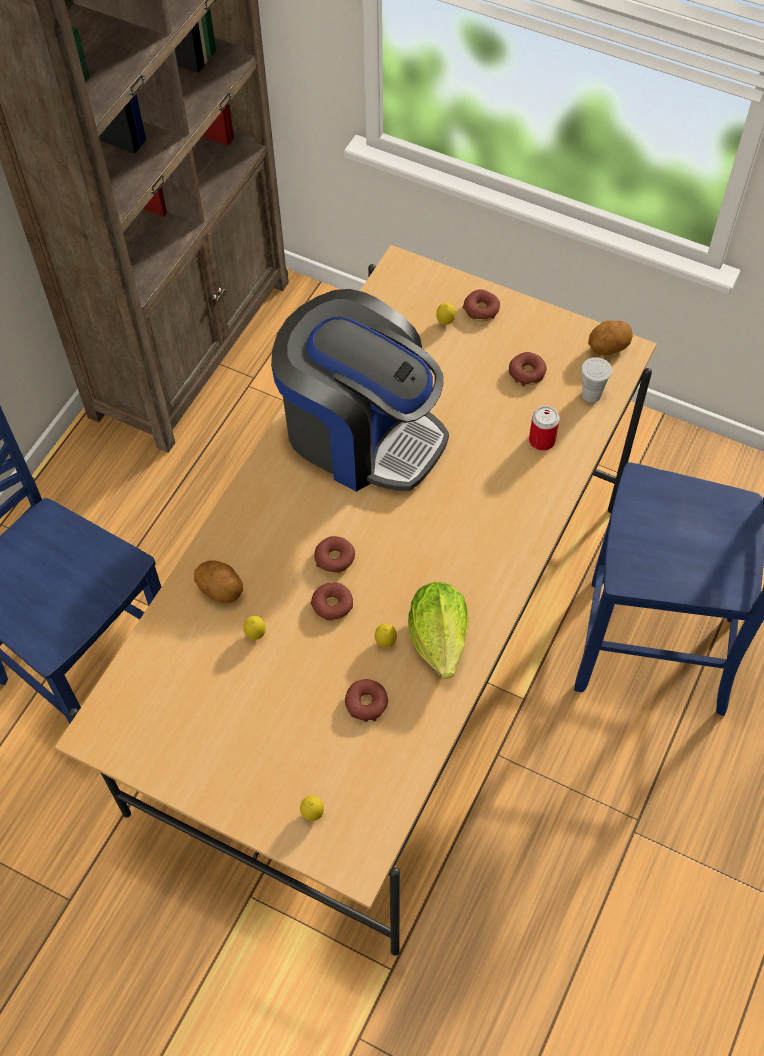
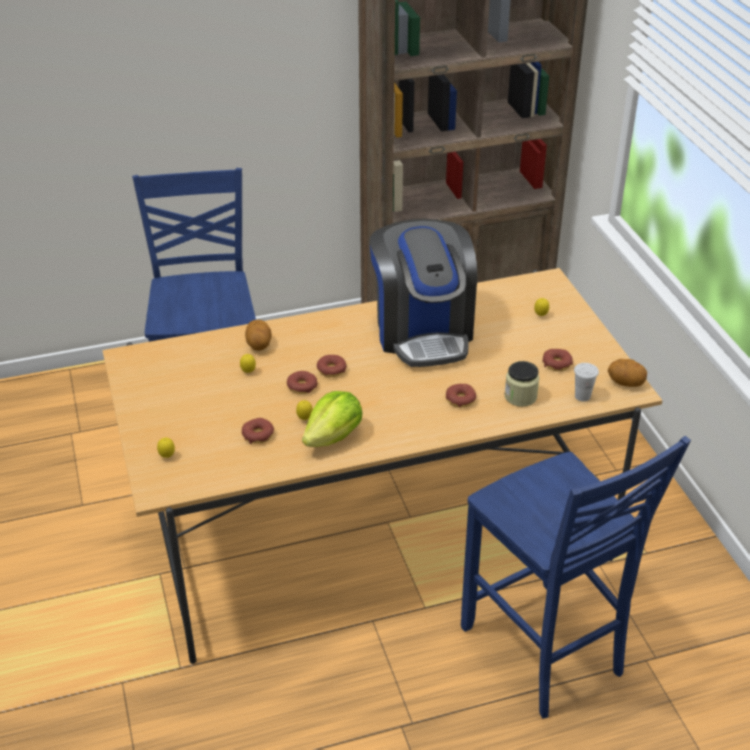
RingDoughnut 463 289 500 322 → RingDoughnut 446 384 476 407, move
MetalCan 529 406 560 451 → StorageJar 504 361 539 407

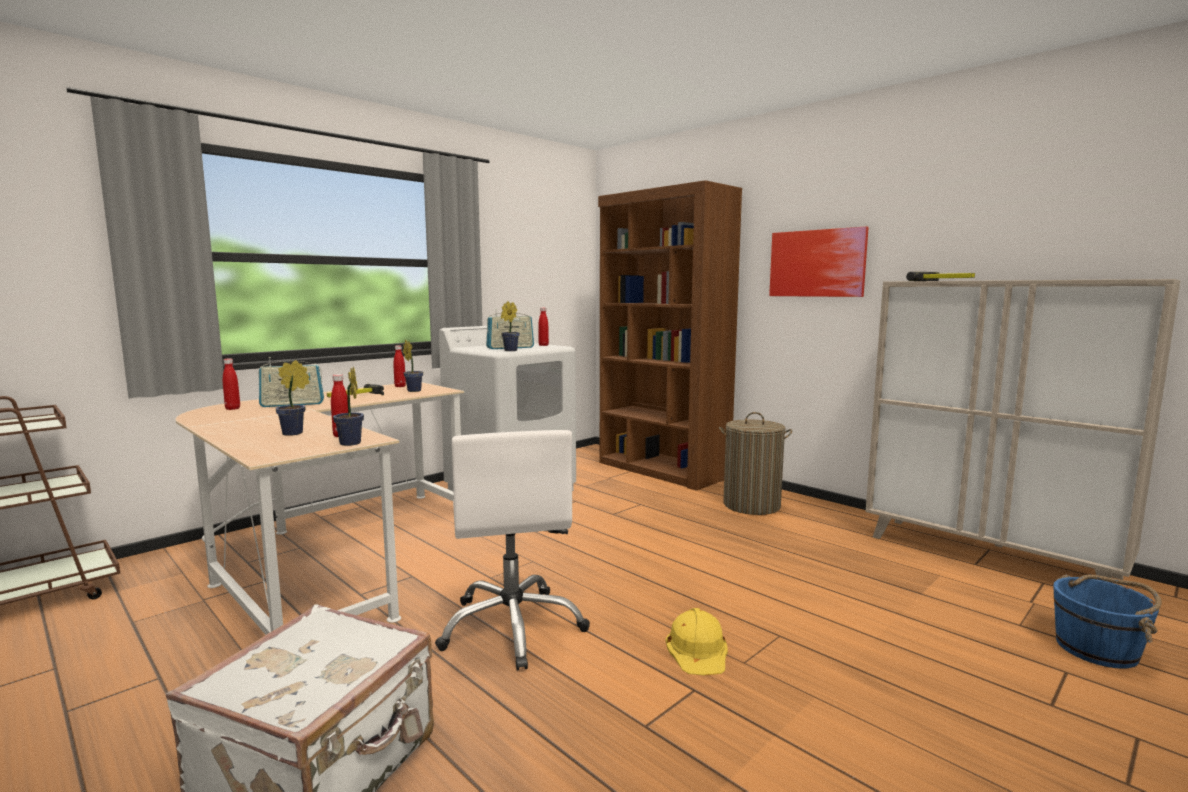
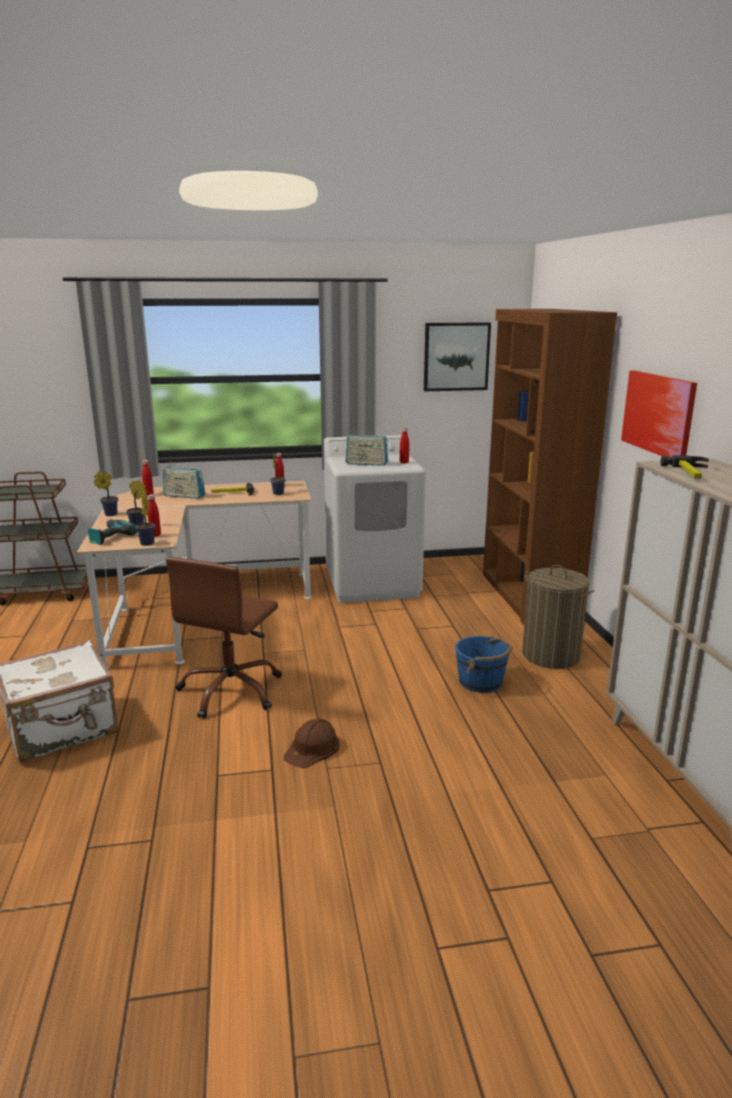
WhiteComputerChair 435 430 590 671 → BrownComputerChair 166 557 282 719
PottedPlant 501 301 520 351 → PottedPlant 94 471 118 516, move
YellowishHardHat 666 608 728 675 → BrownHardHat 284 718 340 768
BlueColouredBucket 1053 574 1162 669 → BlueColouredBucket 455 636 513 693, move
- → PowerDrill 88 519 138 545
- → Picture 424 322 491 391

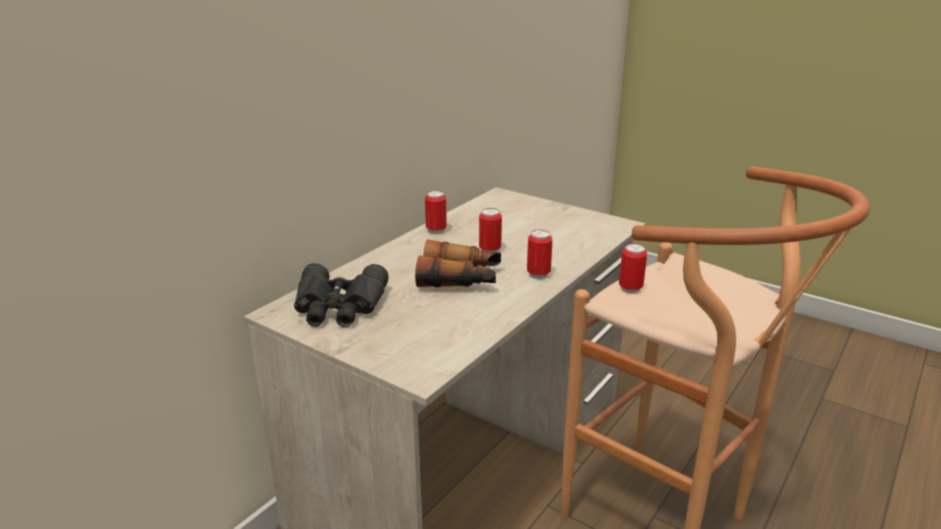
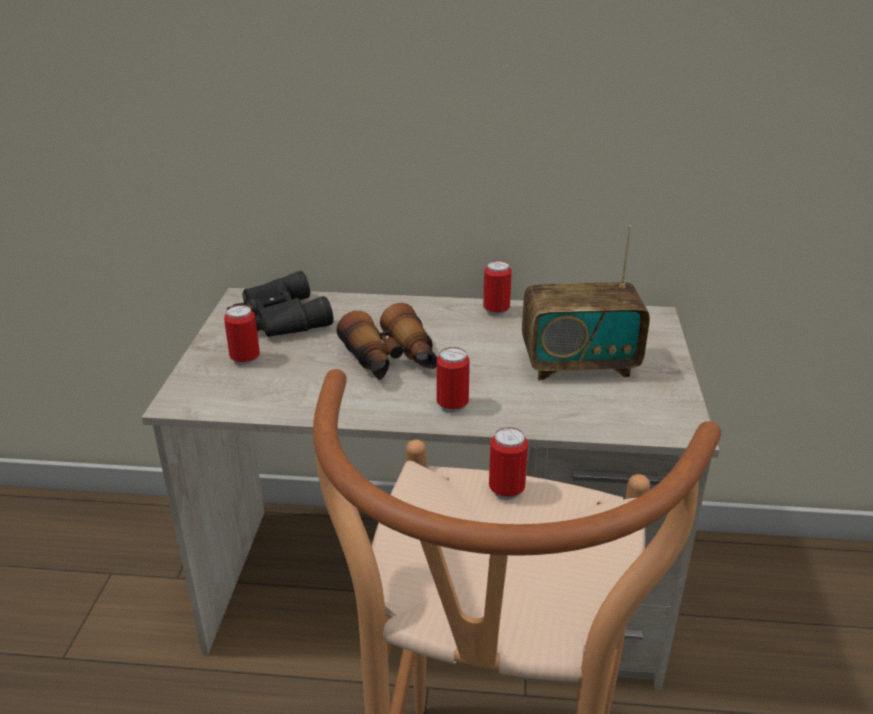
MetalCan 479 208 502 253 → MetalCan 224 305 260 366, move
- → RadioReceiver 522 225 650 380

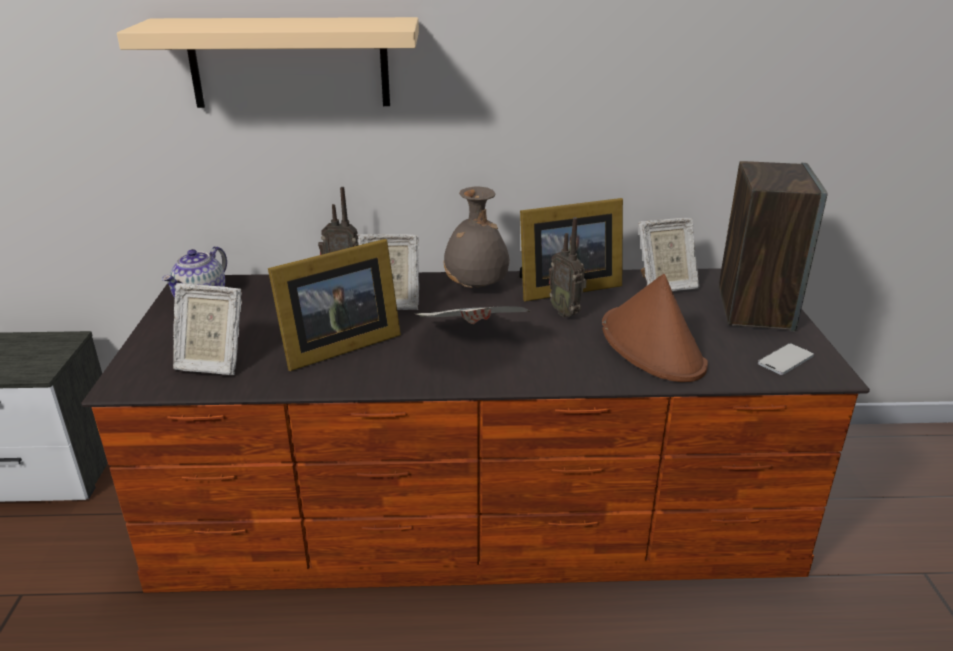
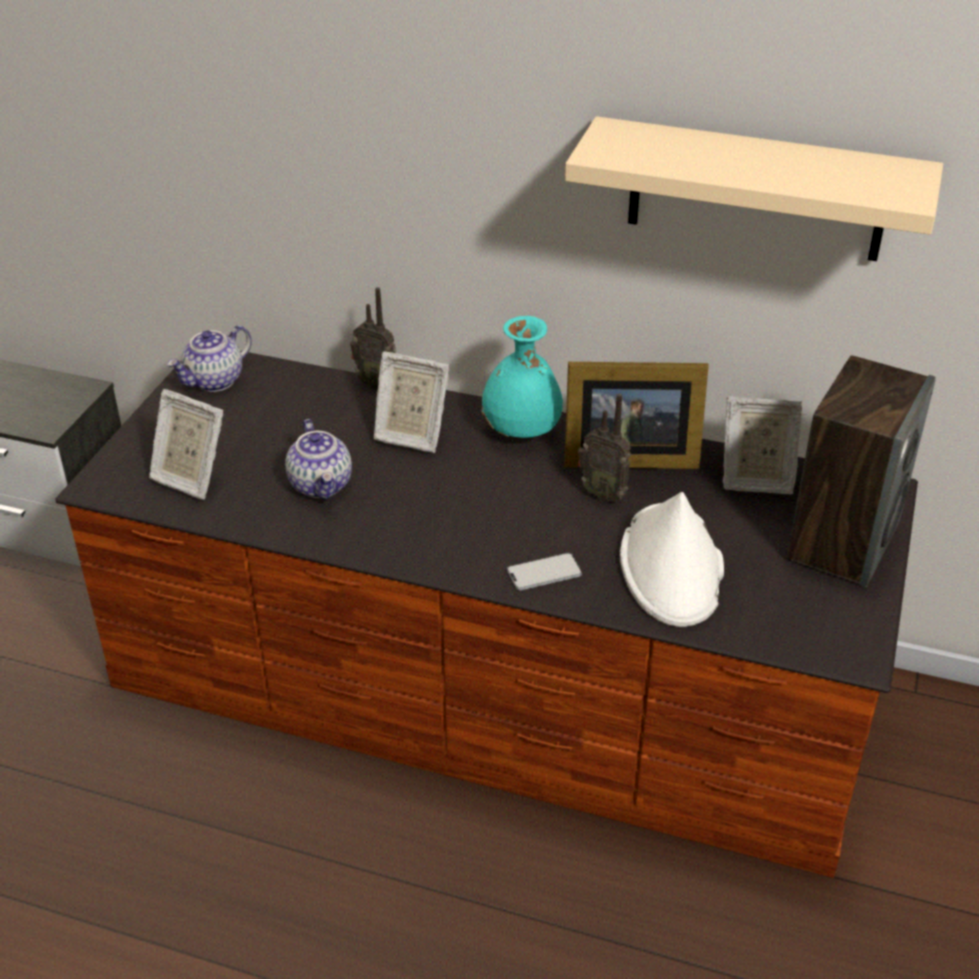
BeigeColouredWallShelf 117 17 419 108 → BeigeColouredWallShelf 565 116 943 261, move
StandingFrame 268 239 401 371 → PotForTea 285 419 352 500
PrintedPaper 417 306 530 324 → -
GreyishFlowerVase 443 187 509 288 → TurquoiseFlowerVase 481 316 563 438
RadioReceiver 549 217 587 317 → RadioReceiver 578 394 631 503, 45 degrees counterclockwise
BrownClothingHat 602 274 708 382 → WhiteClothingHat 620 492 724 627
Phone 758 343 814 375 → Phone 507 553 582 591, move

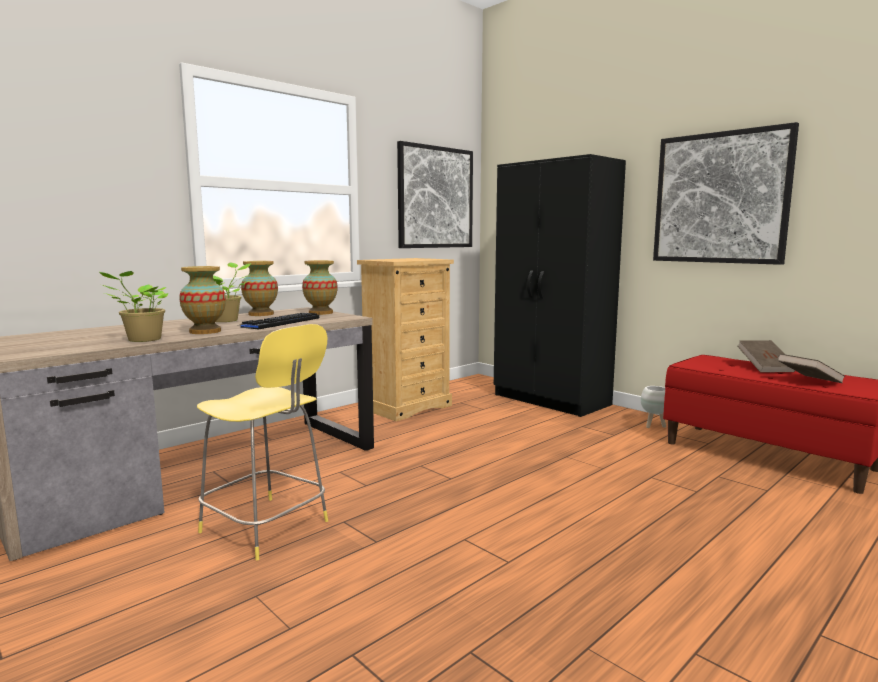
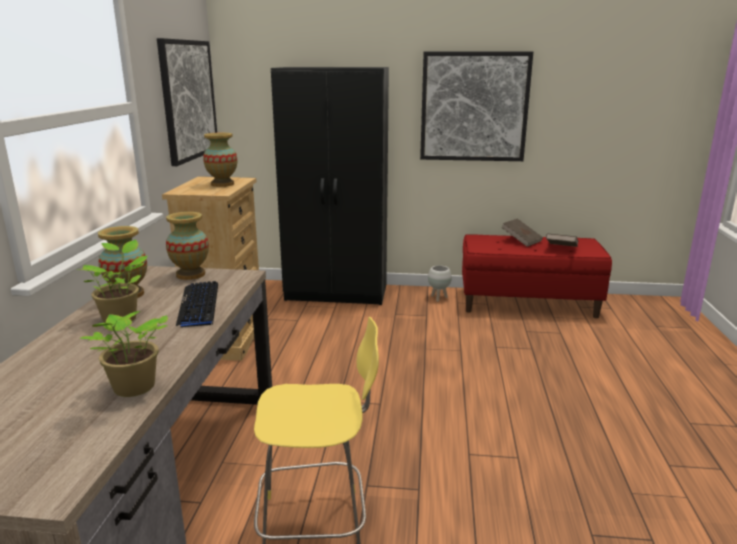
FlowerVase 179 266 226 334 → FlowerVase 203 133 237 187, move

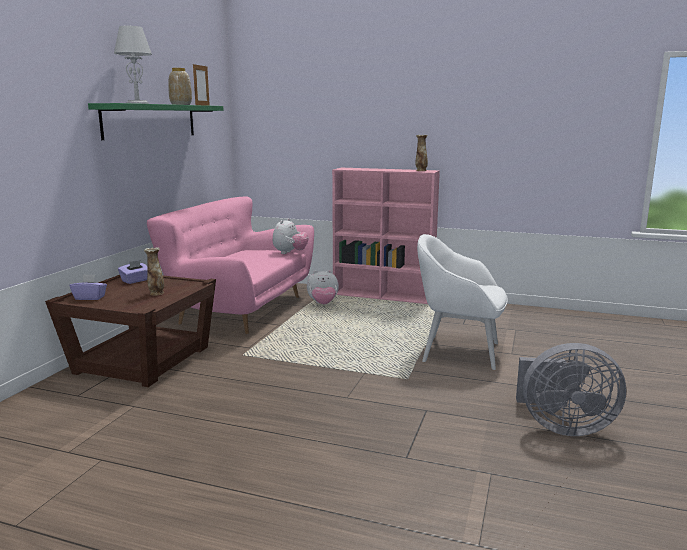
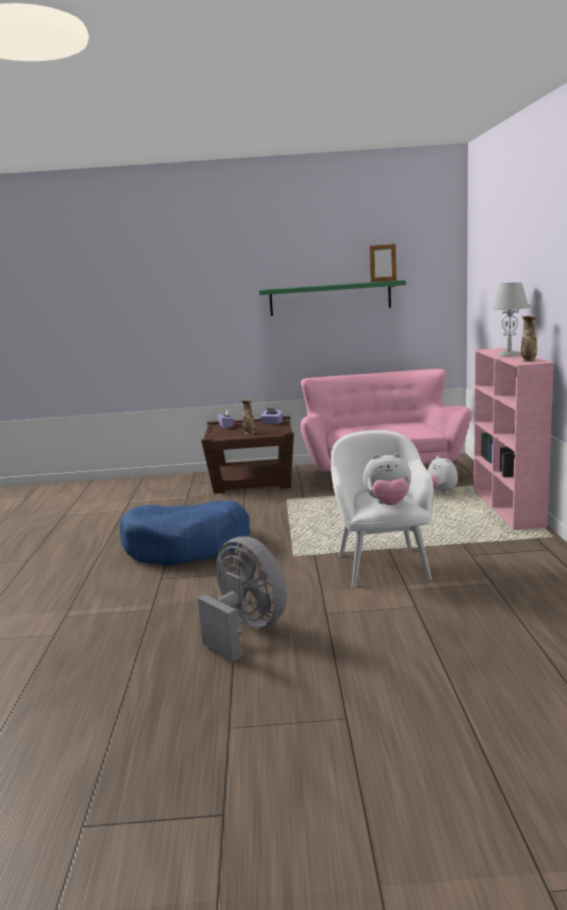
GreyishTableLamp 114 25 152 104 → GreyishTableLamp 492 282 529 357, move
FlowerVase 168 68 192 105 → -
PlushToy 273 218 309 254 → PlushToy 363 453 411 505, move
GreyishFan 516 343 626 436 → GreyishFan 197 536 287 661, 150 degrees clockwise
- → BlueColouredPetBed 120 500 250 566

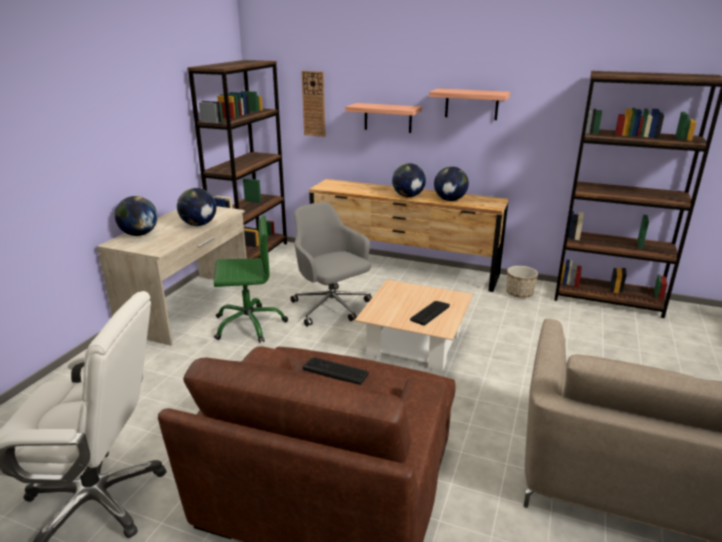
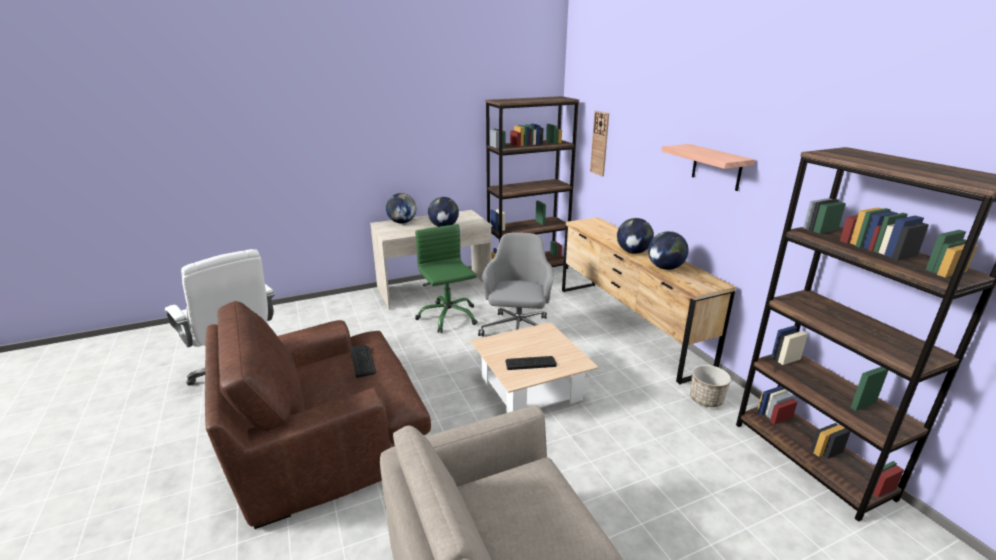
GreenColouredComputerChair 214 215 288 343 → GreenColouredComputerChair 415 224 478 333, 150 degrees counterclockwise
WallShelf 345 103 422 133 → -

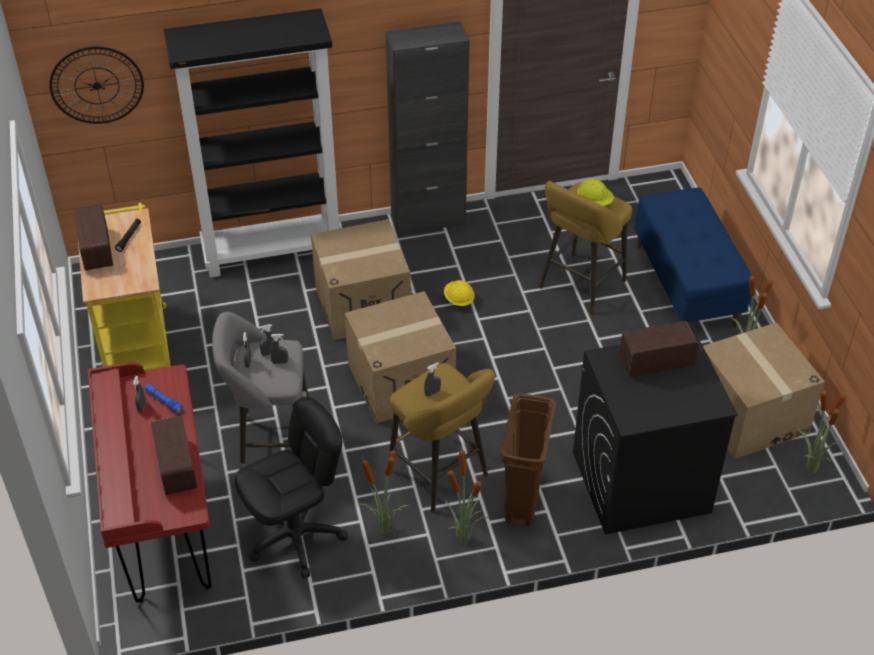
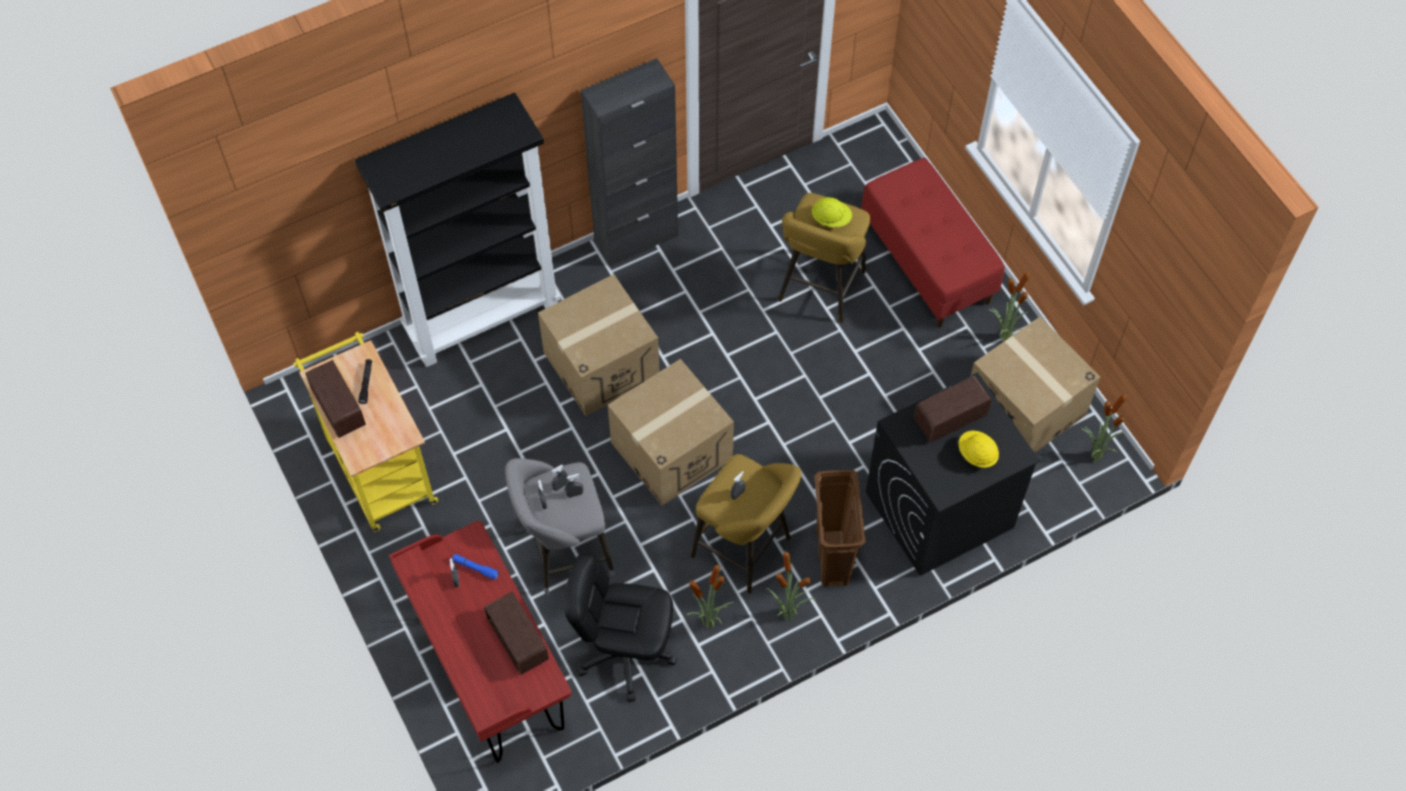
ClockOnTheWall 49 47 144 124 → -
BlackColouredComputerChair 235 397 348 578 → BlackColouredComputerChair 564 552 677 702, 120 degrees counterclockwise
YellowishHardHat 444 280 475 306 → YellowishHardHat 959 431 999 468, move
BlueColouredIndoorBench 634 187 751 327 → RedIndoorBench 861 158 1005 328

